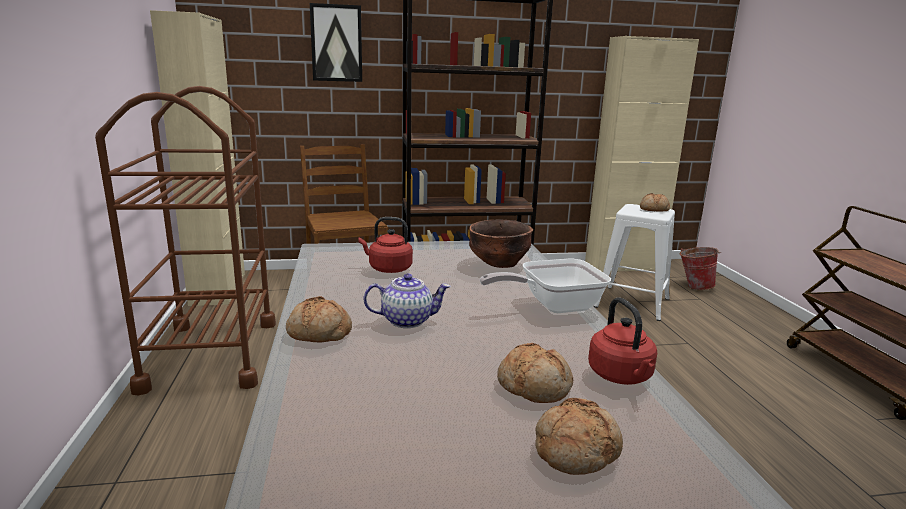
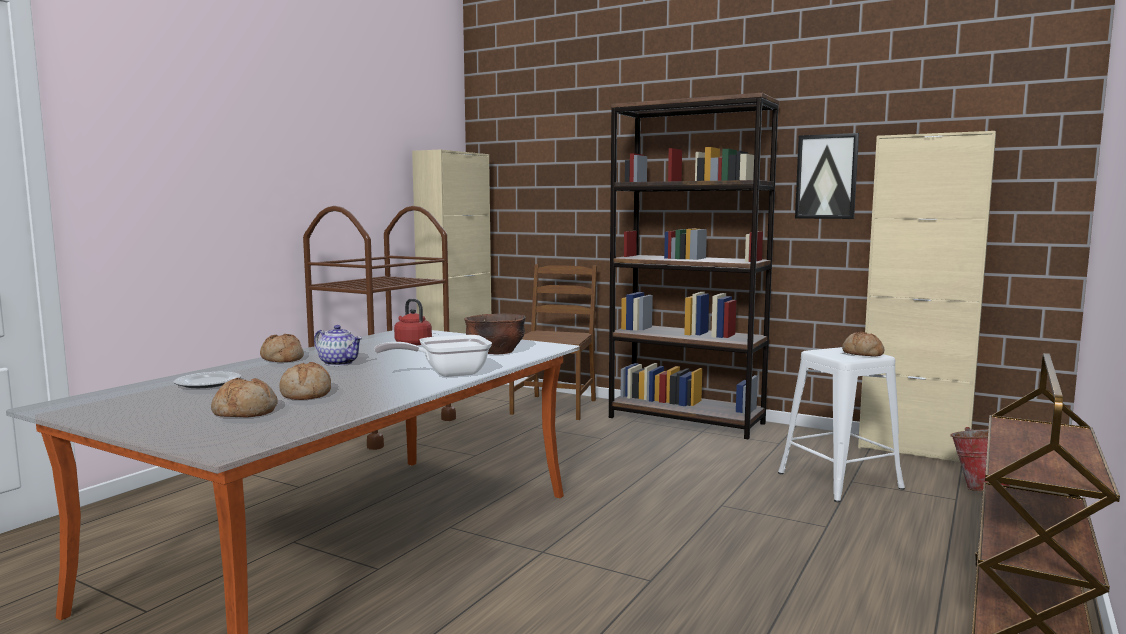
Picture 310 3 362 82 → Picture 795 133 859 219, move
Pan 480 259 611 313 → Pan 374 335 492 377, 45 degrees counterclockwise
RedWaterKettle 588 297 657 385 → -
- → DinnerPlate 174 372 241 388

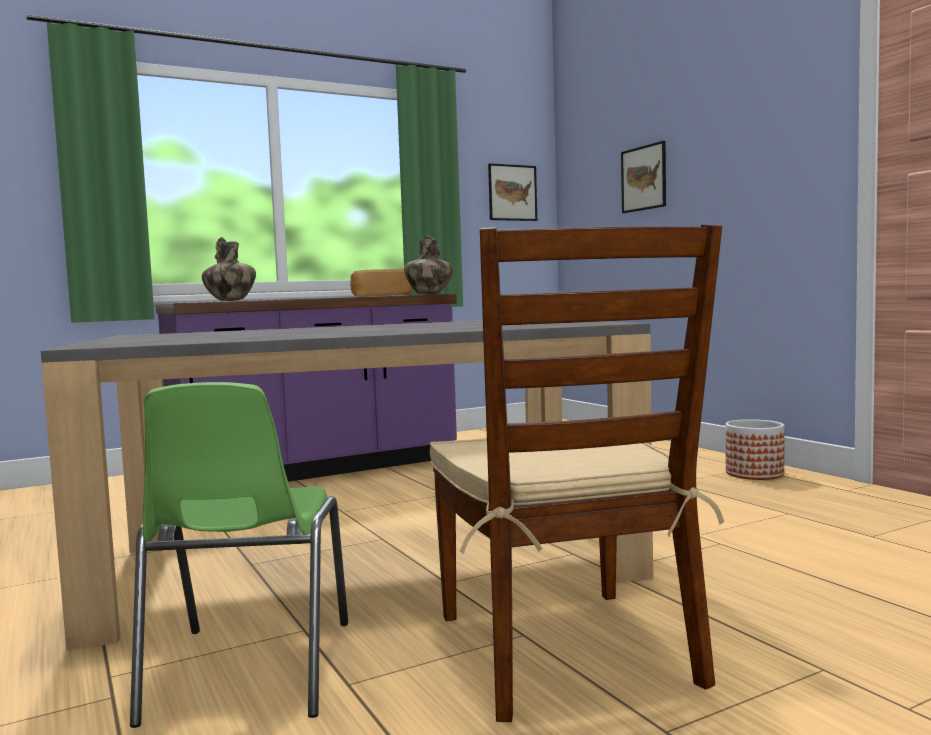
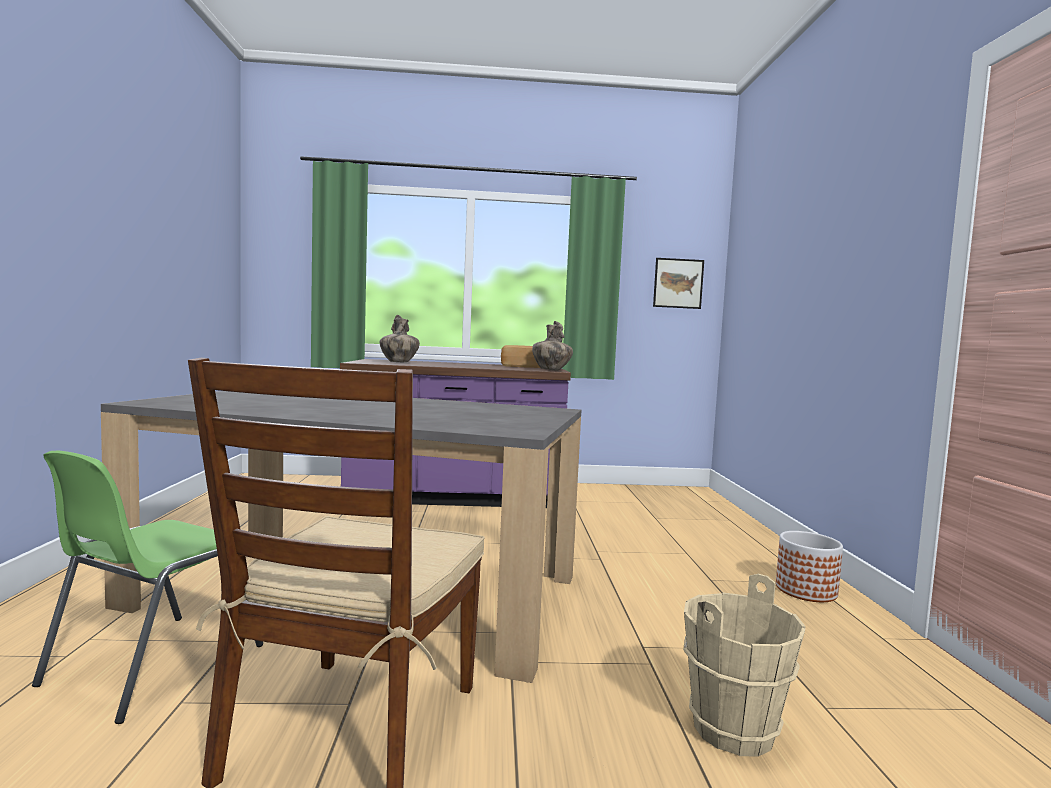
Picture 621 141 666 213 → -
- → BeigeColouredBucket 683 574 806 757

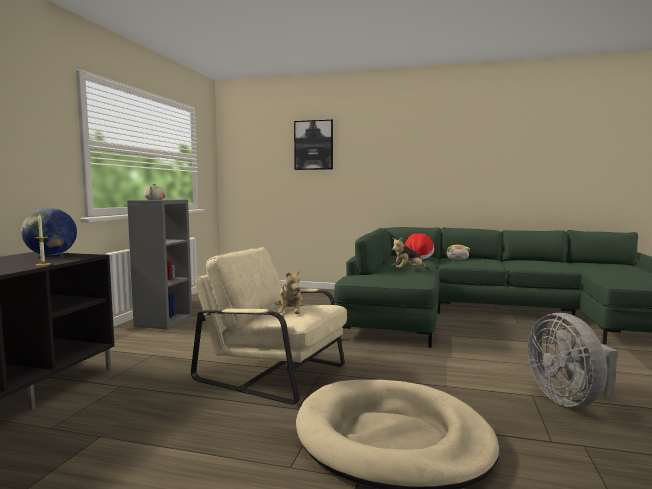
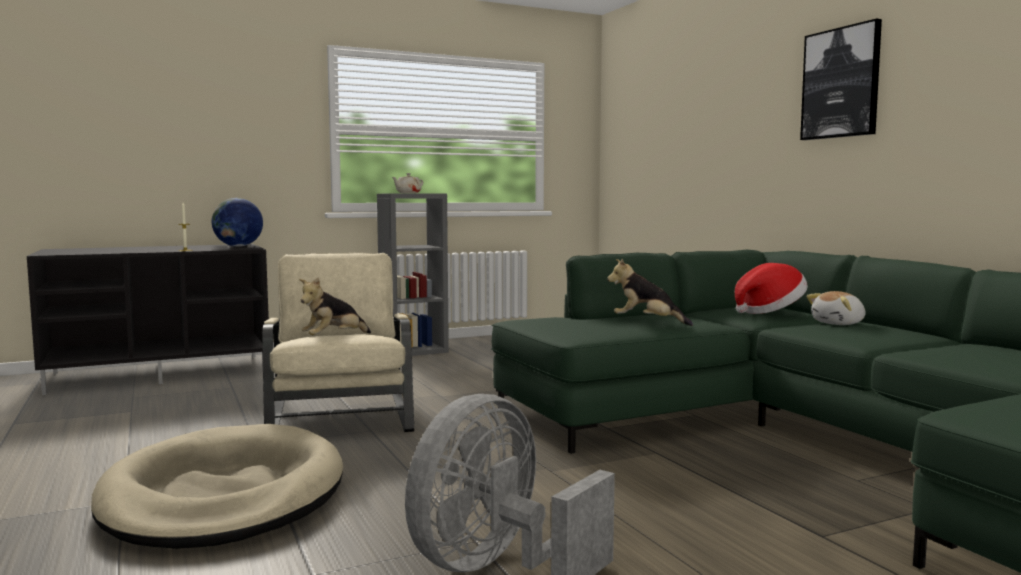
Picture 294 120 333 170 → Picture 800 19 882 140, move

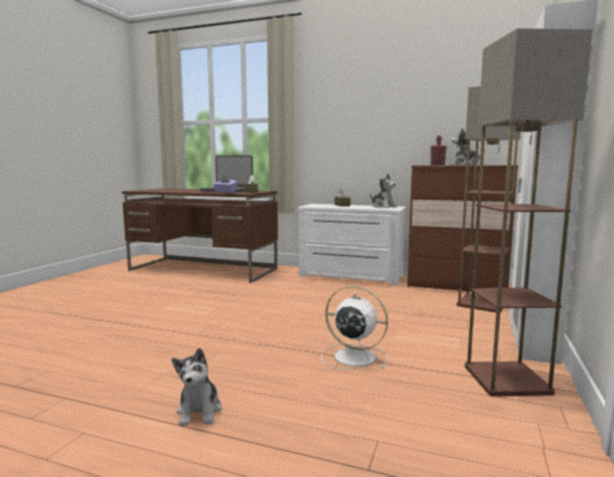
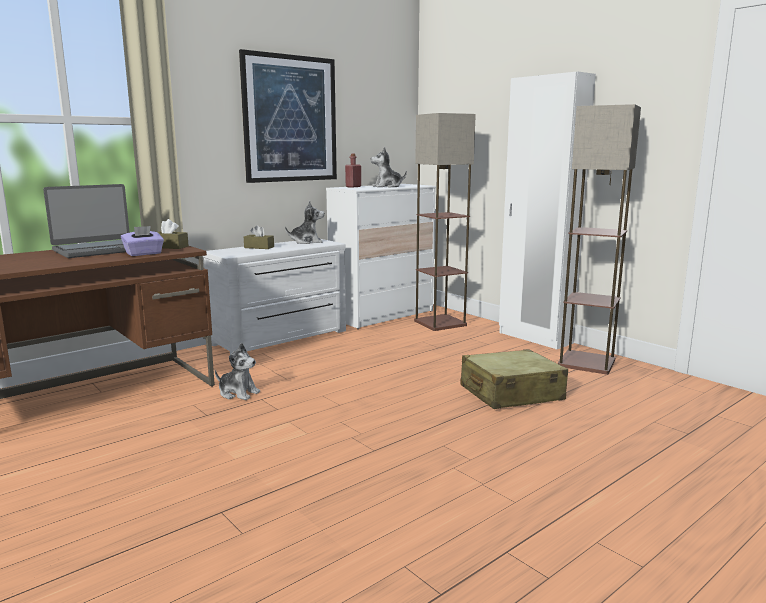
PlushToy 172 348 222 426 → PlushToy 215 343 260 400, move
WhiteFan 321 286 388 370 → BeigeColouredSuitcase 461 349 568 409
BrownChestOfDrawers 407 165 518 292 → WhiteChestOfDrawers 326 184 436 329
- → Picture 239 49 337 183

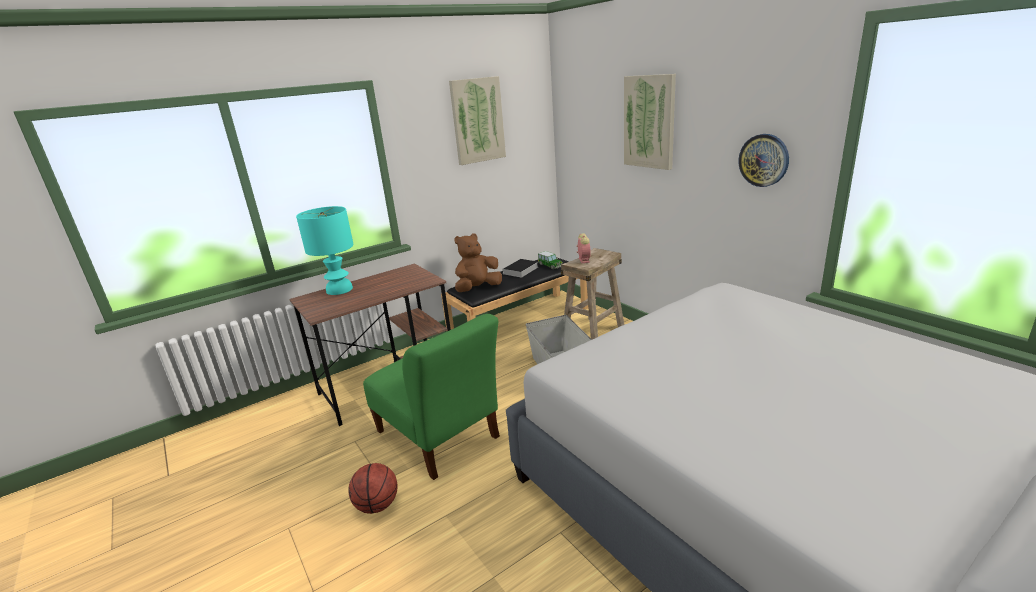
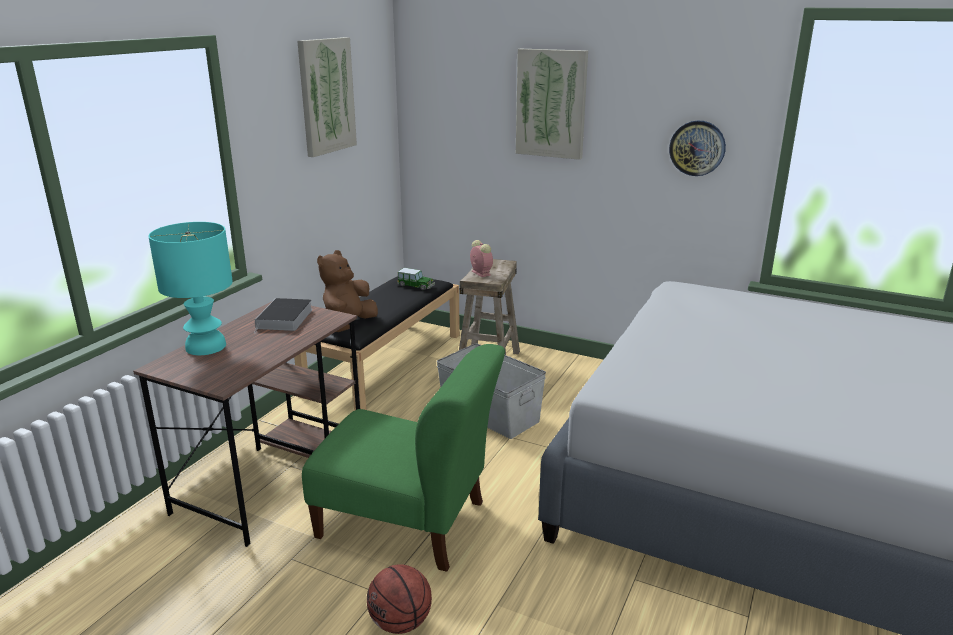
Book 502 259 538 277 → Book 254 298 313 334, move

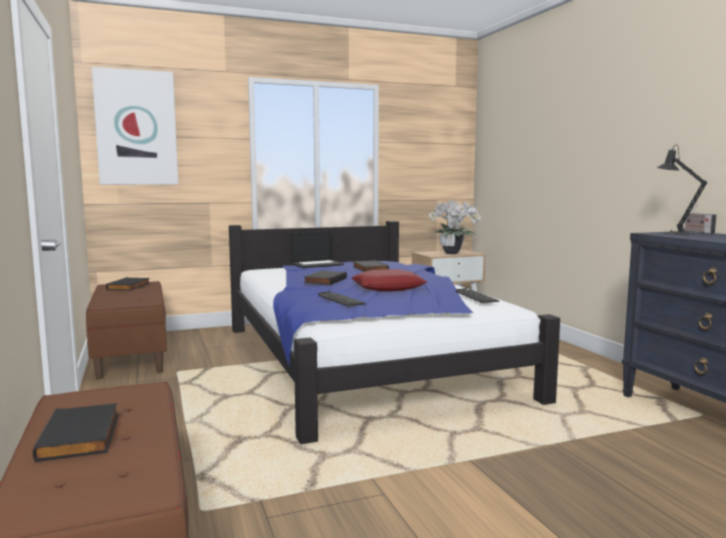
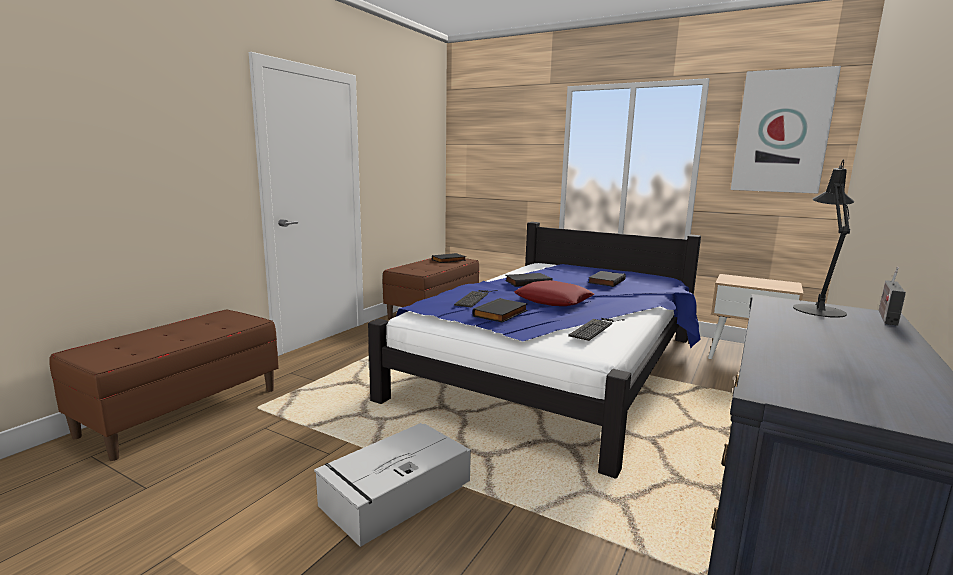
BlackColouredBook 32 403 118 462 → BlackColouredBook 473 298 528 322, move
Picture 92 67 179 185 → Picture 731 66 841 193, move
PortableComputer 291 231 344 268 → -
PottedPlant 429 200 481 254 → -
- → GreyishStorageBox 314 423 471 547

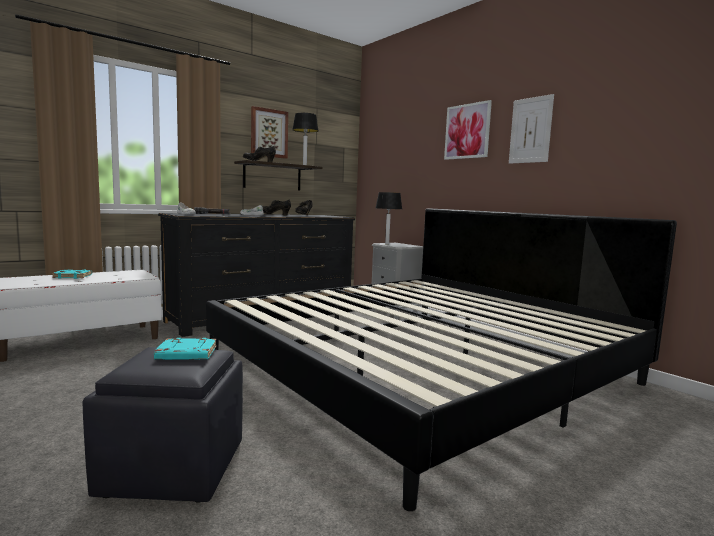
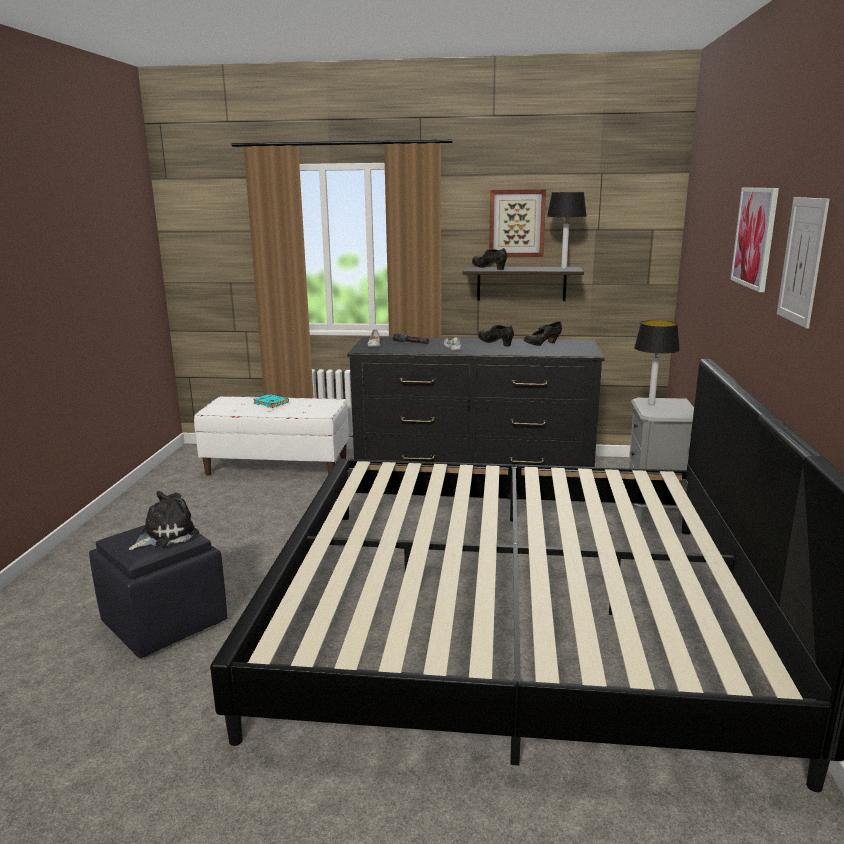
TurquoiseBook 154 338 217 360 → PlushToy 129 491 199 550

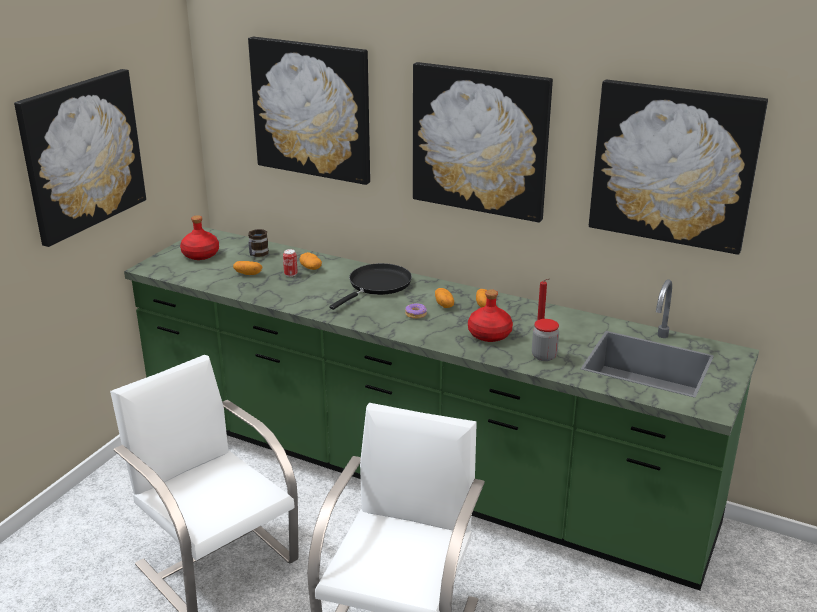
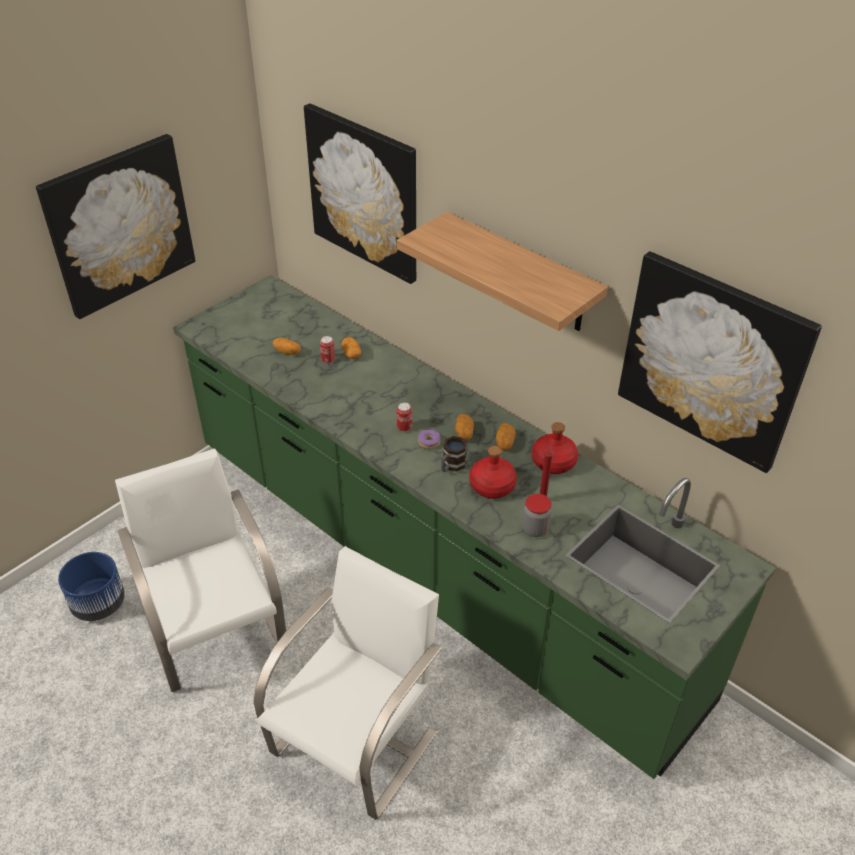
RedDrinkBottle 180 215 219 260 → RedDrinkBottle 532 422 578 474, move
Mug 248 229 269 257 → Mug 441 436 467 472, move
BlackColouredPan 329 263 412 310 → -
Picture 413 62 553 222 → WallShelf 397 212 608 331
- → BlueColouredFlowerPot 58 552 125 621
- → MetalCan 397 403 412 432

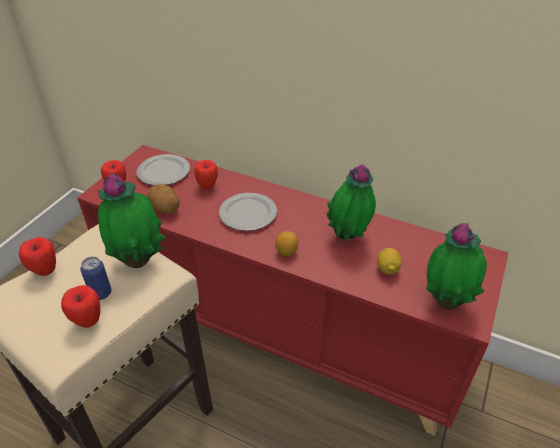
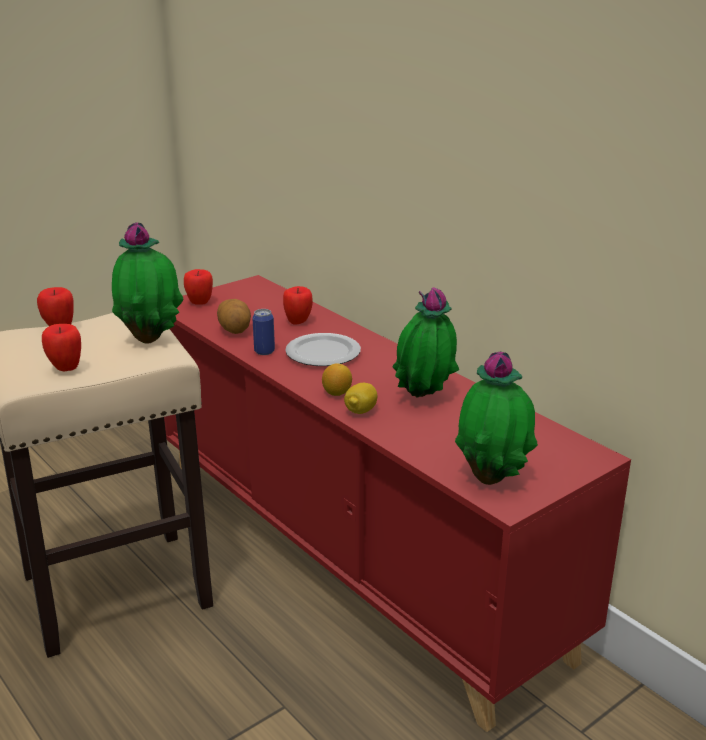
MetalCan 80 256 111 300 → MetalCan 252 309 275 355, move
DinnerPlate 137 154 190 185 → -
CitrusFruit 377 248 402 274 → CitrusFruit 344 383 377 414, move

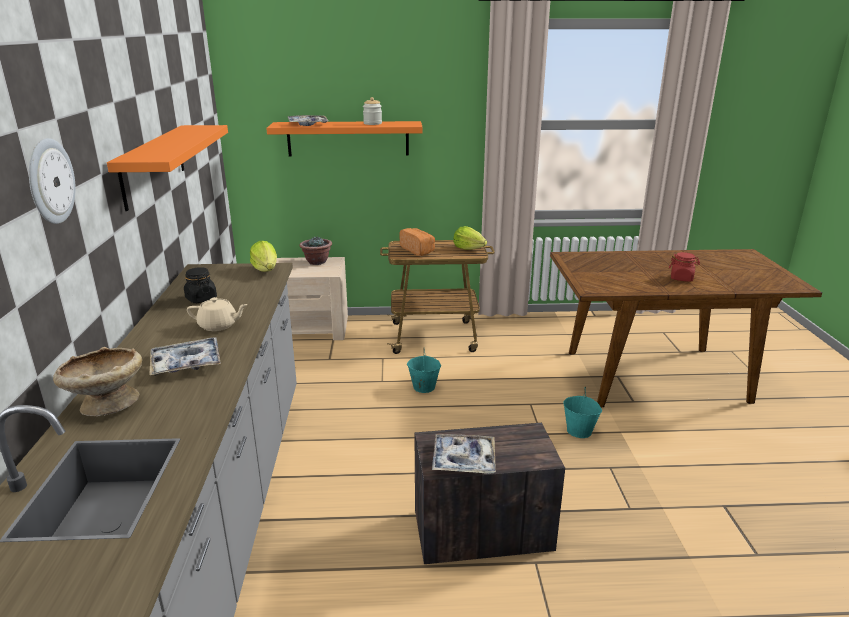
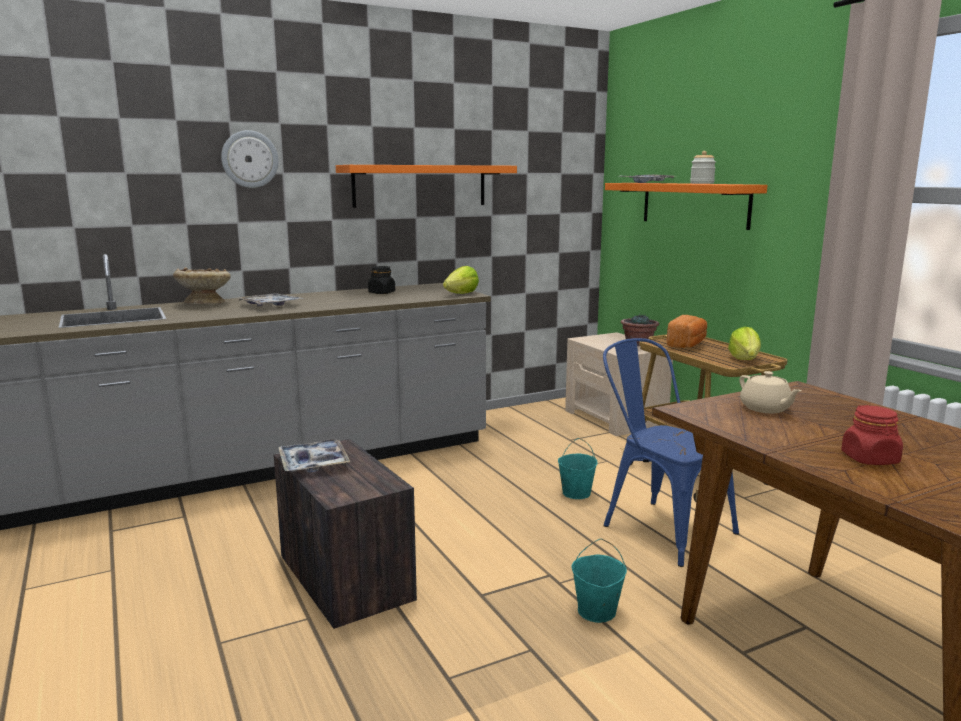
BeigeColouredPotForTea 187 297 248 331 → BeigeColouredPotForTea 739 371 801 413, move
- → BlueColouredPlainChair 603 338 739 567

